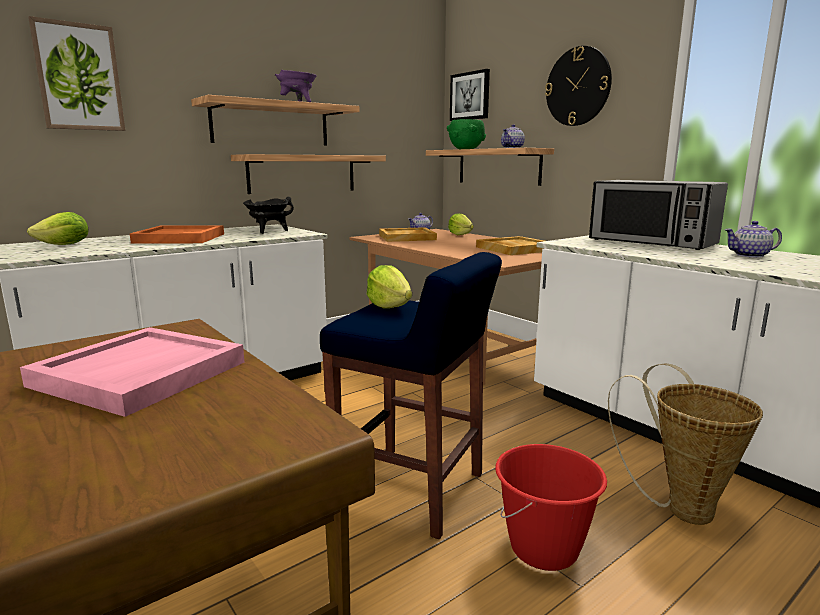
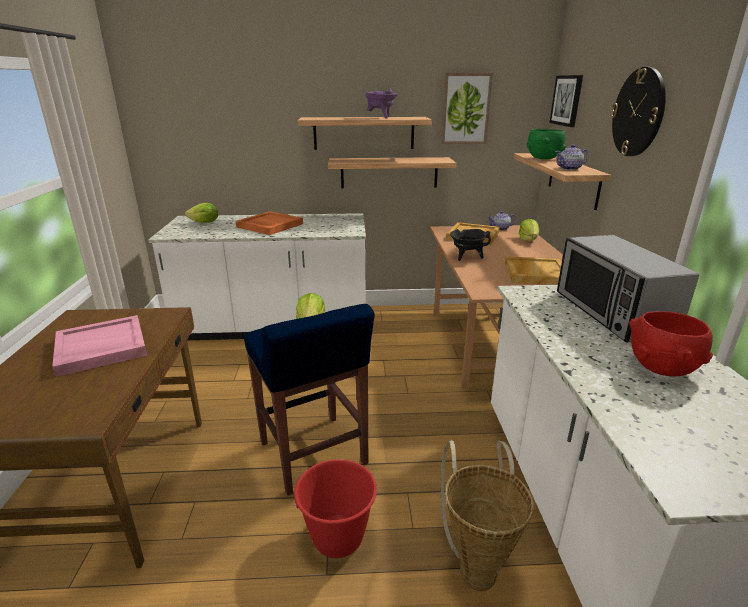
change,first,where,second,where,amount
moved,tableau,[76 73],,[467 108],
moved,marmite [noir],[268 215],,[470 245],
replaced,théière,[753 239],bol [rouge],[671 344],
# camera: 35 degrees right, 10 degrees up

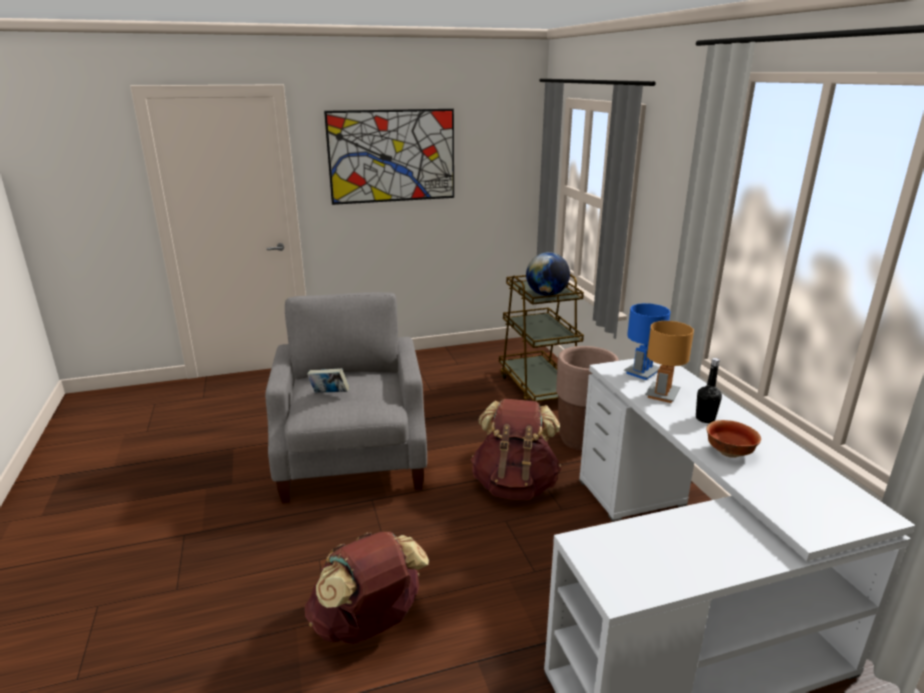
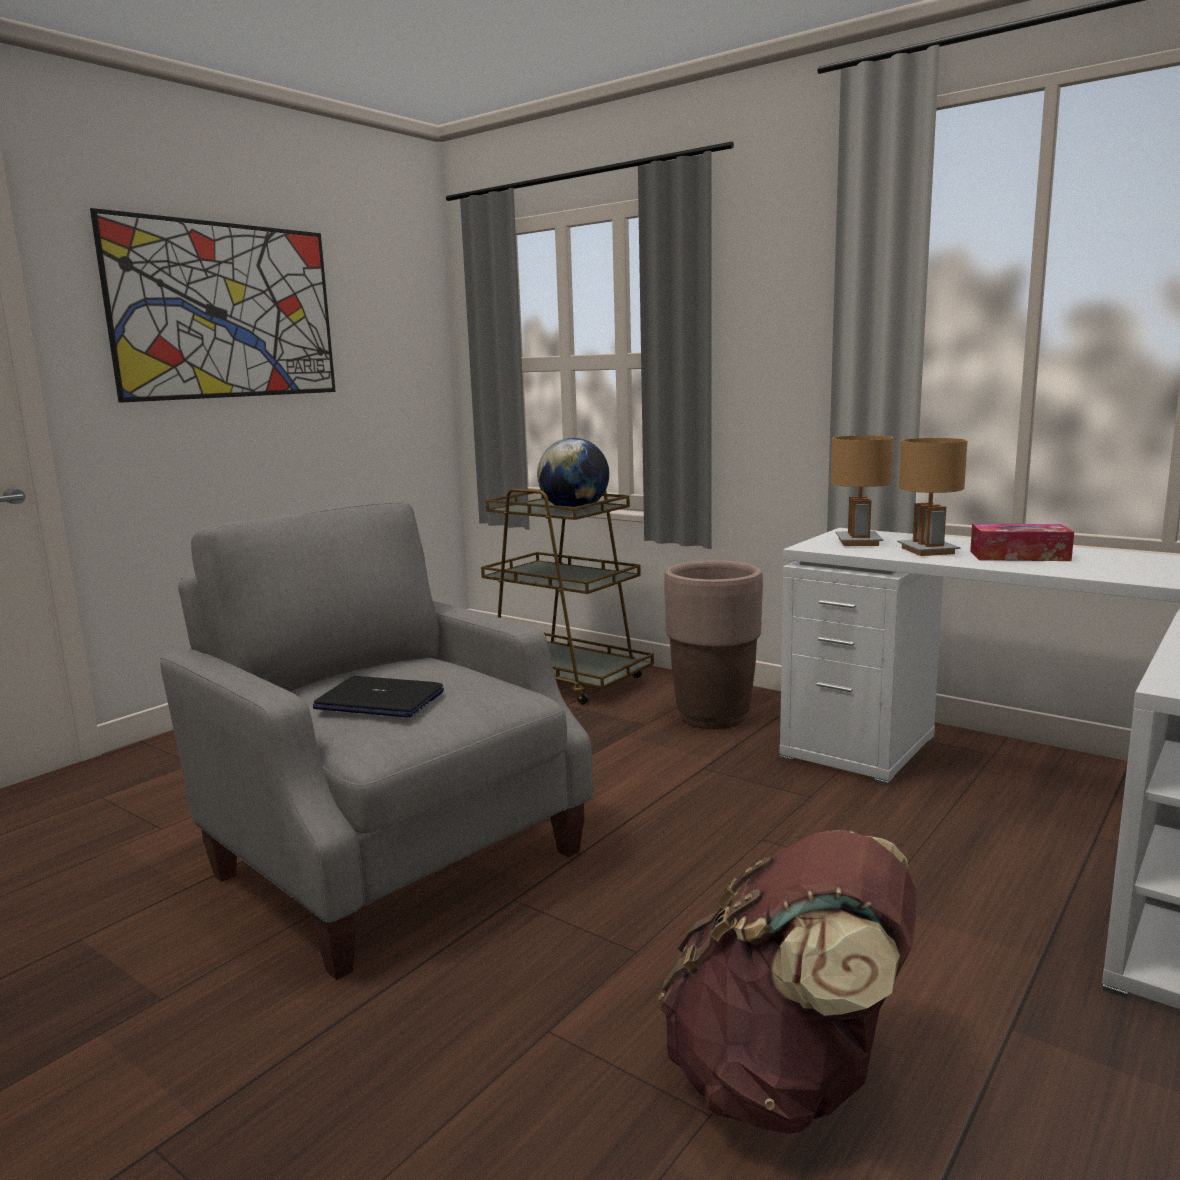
change,first,where,second,where,amount
replaced,livre,[328 380],ordinateur portable,[378 697],
removed,sac à dos [marron],[516 449],,,
recoloured,lampe de table [bleu],[647 341],lampe de table [marron],[862 490],
replaced,bouteille [noir],[709 390],boîte à mouchoirs,[1022 542],
removed,bol,[734 439],,,
# camera: 35 degrees left, 10 degrees down

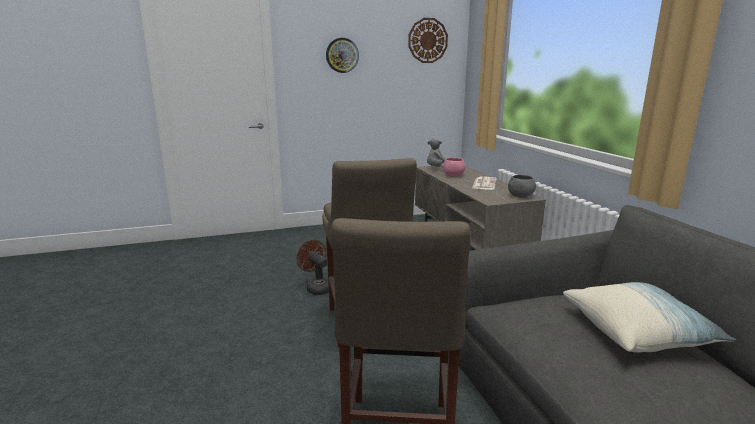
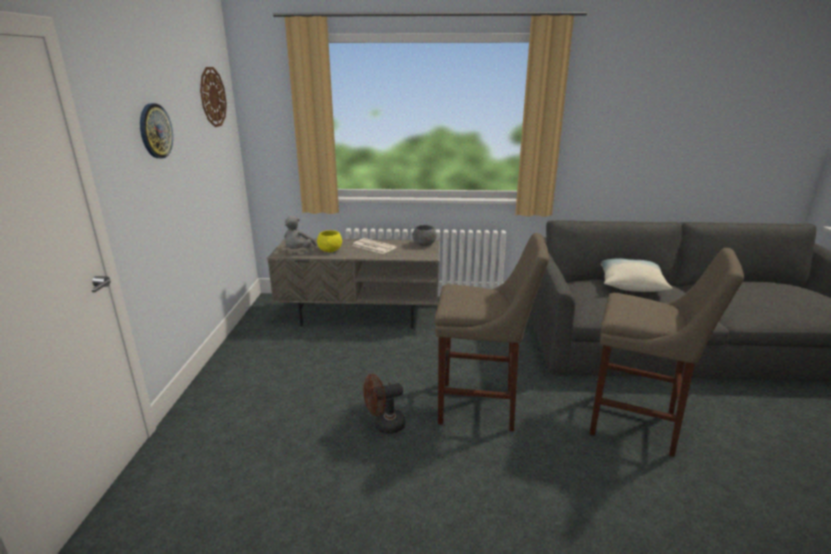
change,first,where,second,where,amount
recoloured,bol [rose],[454 167],bol [jaune],[329 241],
# camera: 70 degrees left, 5 degrees up

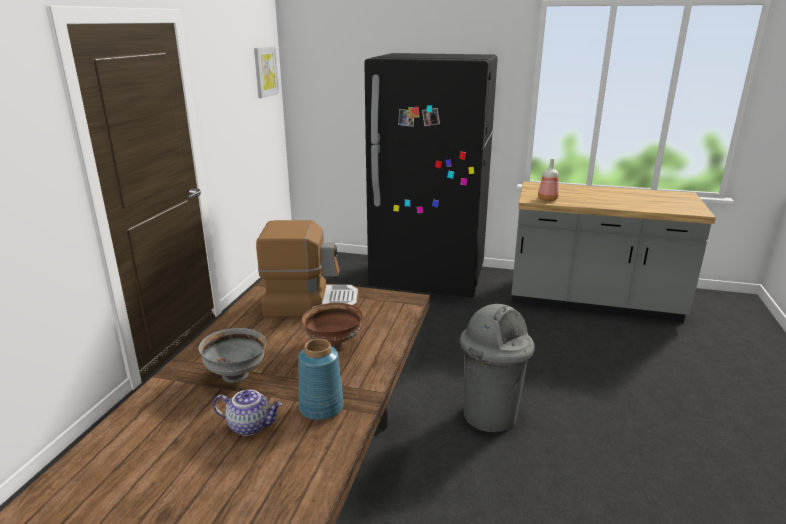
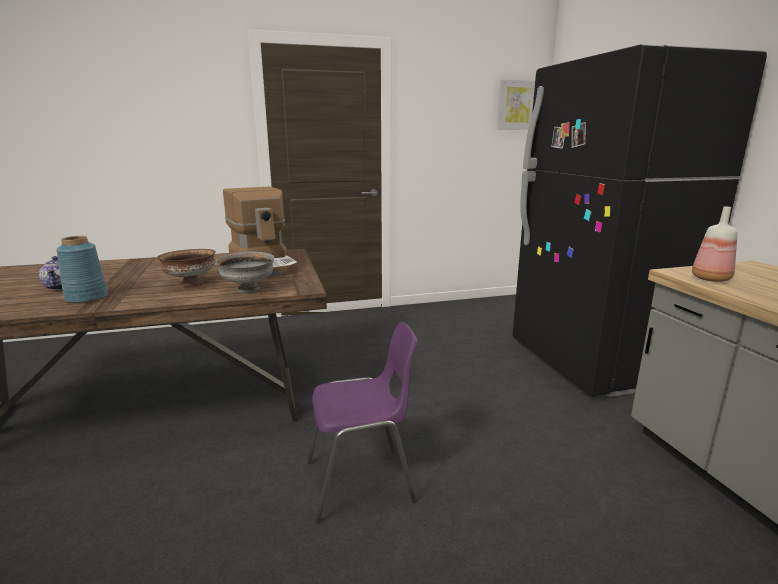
change,first,where,second,where,amount
moved,bol [gris],[232 355],,[245 272],
replaced,poubelle [gris],[497 368],chaise [violet],[362 423],
# camera: 60 degrees right, 5 degrees down

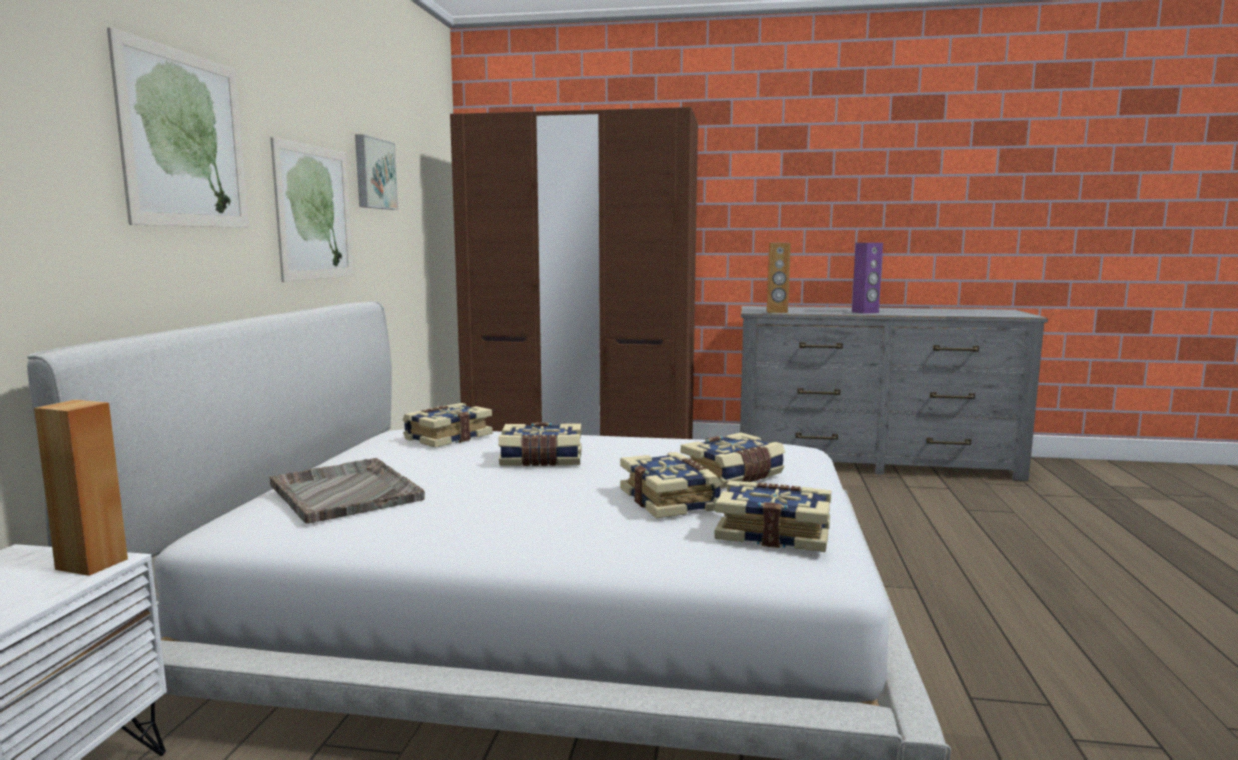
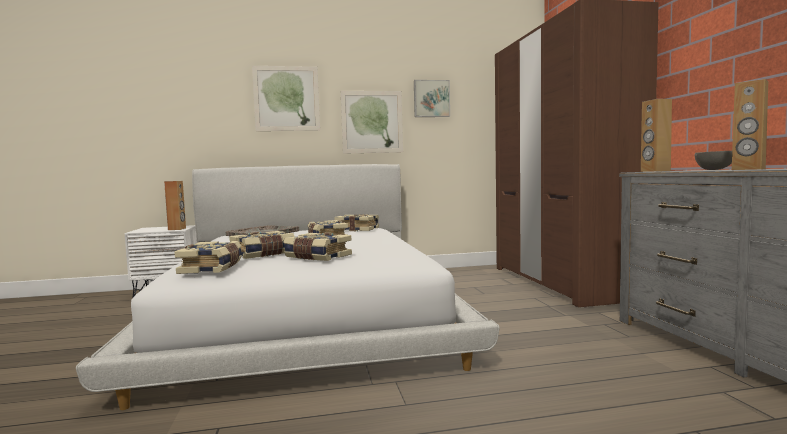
change,first,where,second,where,amount
recoloured,enceinte [violet],[867 278],enceinte [marron],[750 124],
added,,,bol [gris],[713 160],
# camera: 70 degrees right, 5 degrees down

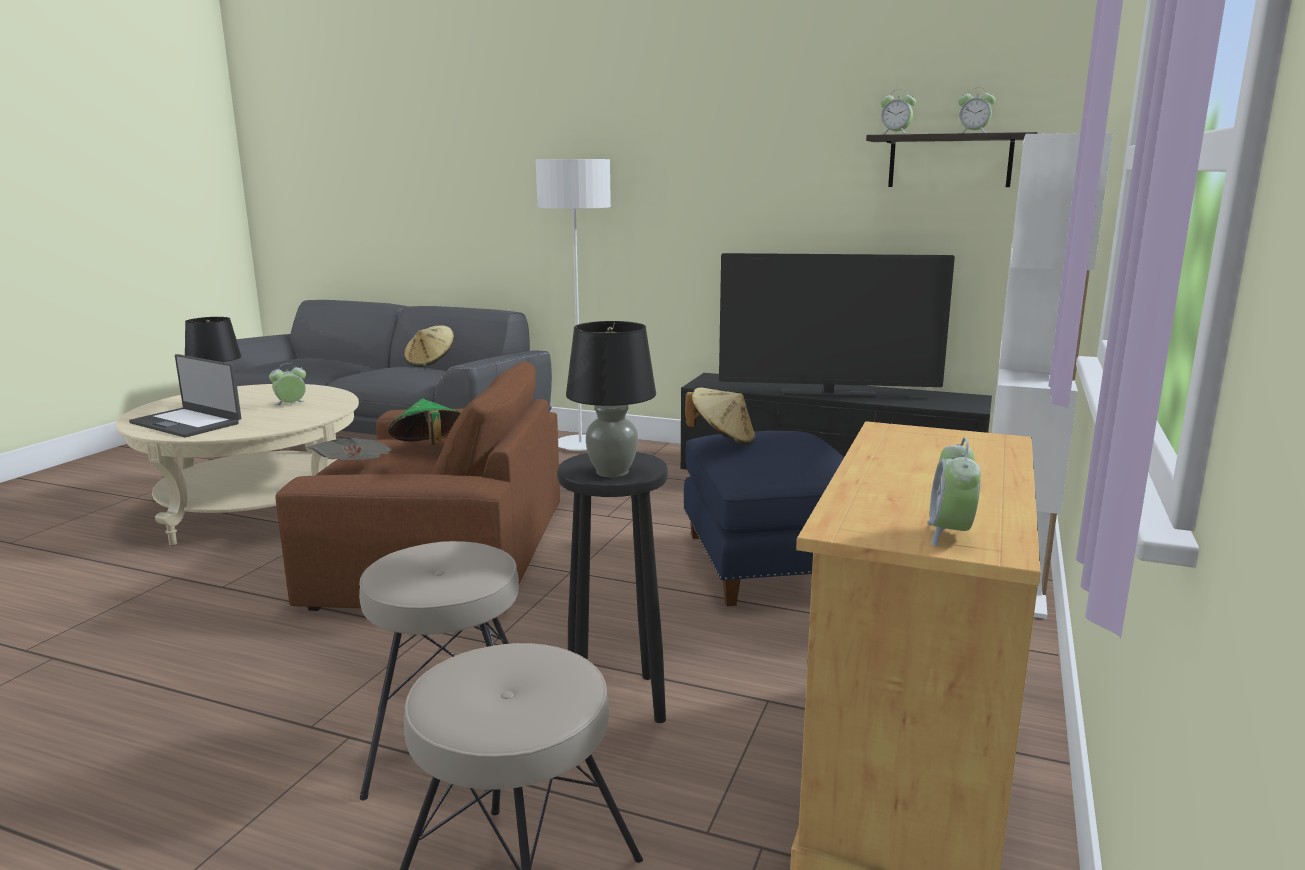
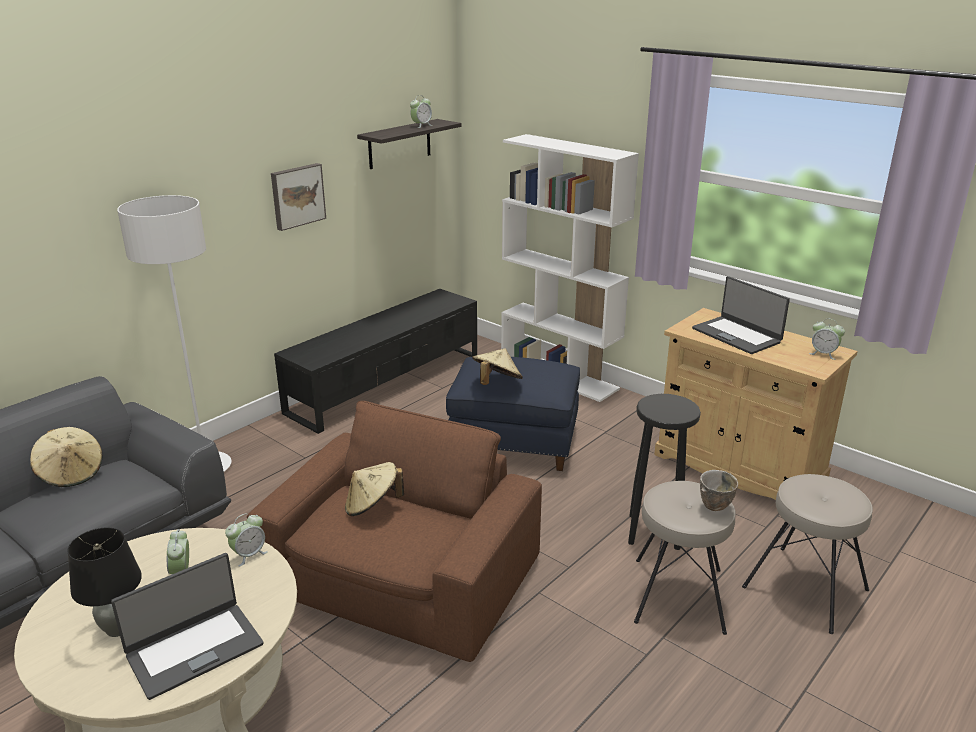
change,first,where,second,where,amount
removed,journal,[349 449],,,
recoloured,chapeau [vert],[424 422],chapeau [beige],[374 489],
removed,lampe de table [noir],[611 399],,,
removed,téléviseur,[837 325],,,
moved,réveil,[898 112],,[246 540],
added,,,tableau,[298 197],
added,,,ordinateur portable,[741 315],
added,,,bol,[719 490],
# camera: 70 degrees left, 10 degrees up

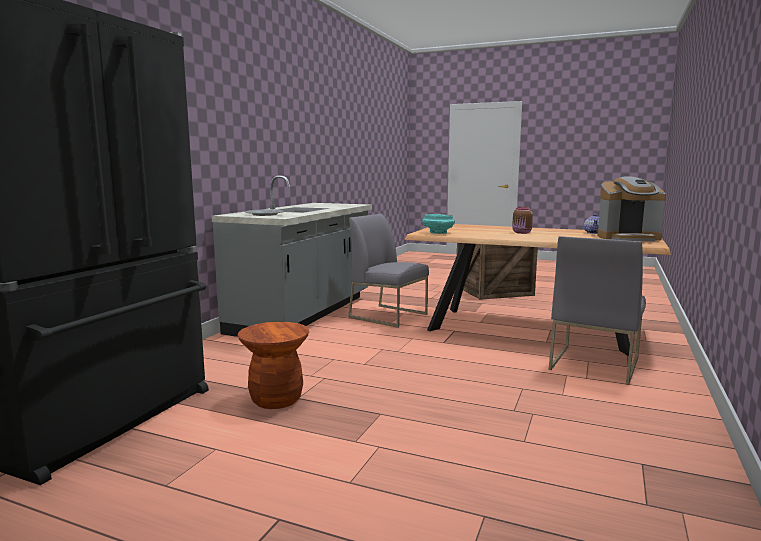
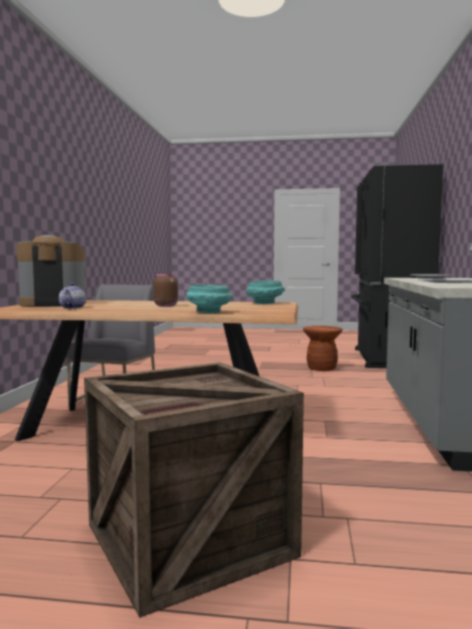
change,first,where,second,where,amount
removed,chaise [gris],[388 271],,,
added,,,bol [turquoise],[209 298],
# camera: 165 degrees right, 5 degrees down

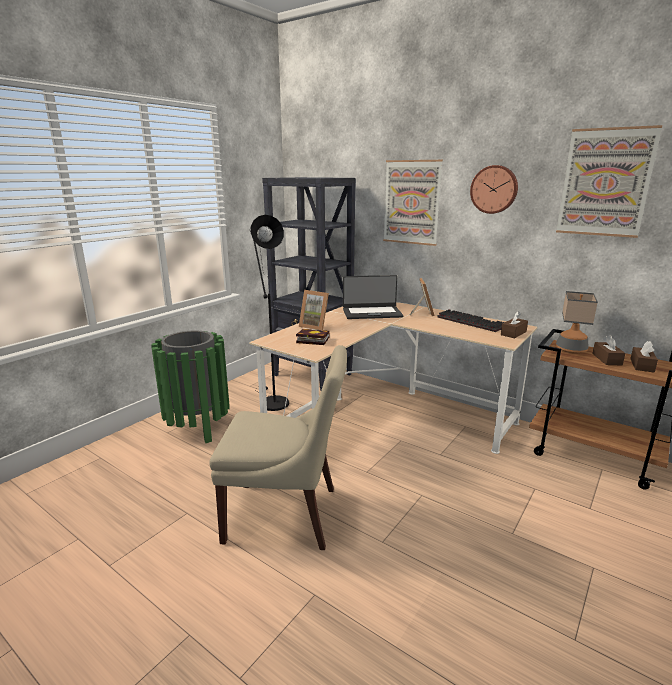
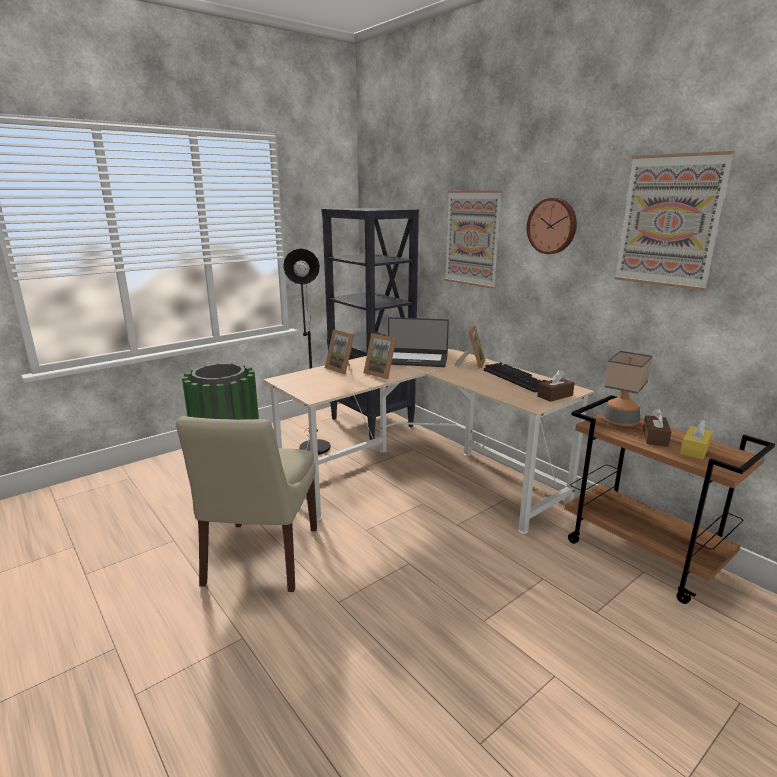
change,first,where,second,where,amount
turned,chaise [beige],[278 447],,[246 504],75 degrees clockwise
removed,livre,[312 337],,,
recoloured,boîte à mouchoirs [marron],[644 356],boîte à mouchoirs [jaune],[696 440],
added,,,cadre photo,[379 356],
# camera: 15 degrees right, 0 degrees up

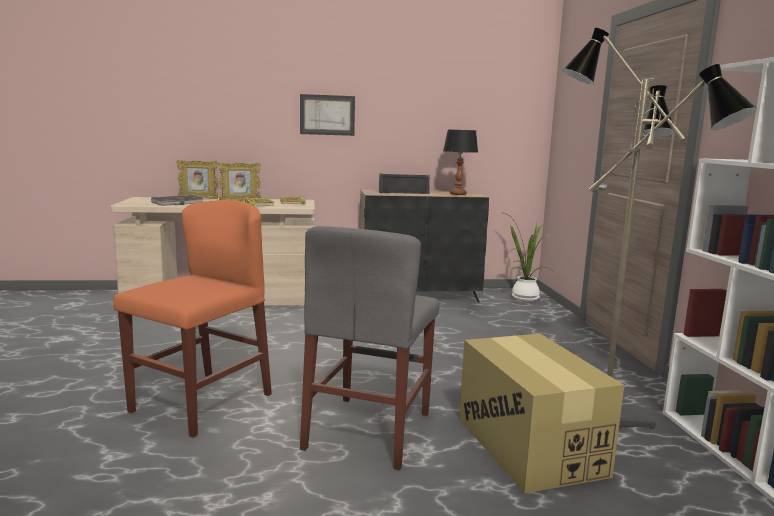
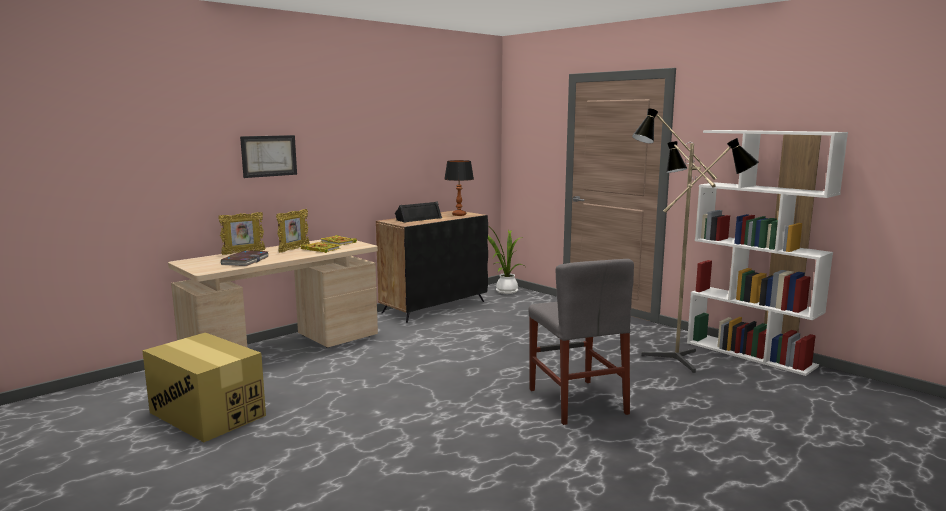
change,first,where,second,where,amount
removed,chaise [orange],[192 319],,,
moved,tableau,[327 115],,[268 156],
moved,carton,[541 413],,[204 387],
# camera: 35 degrees left, 0 degrees up

